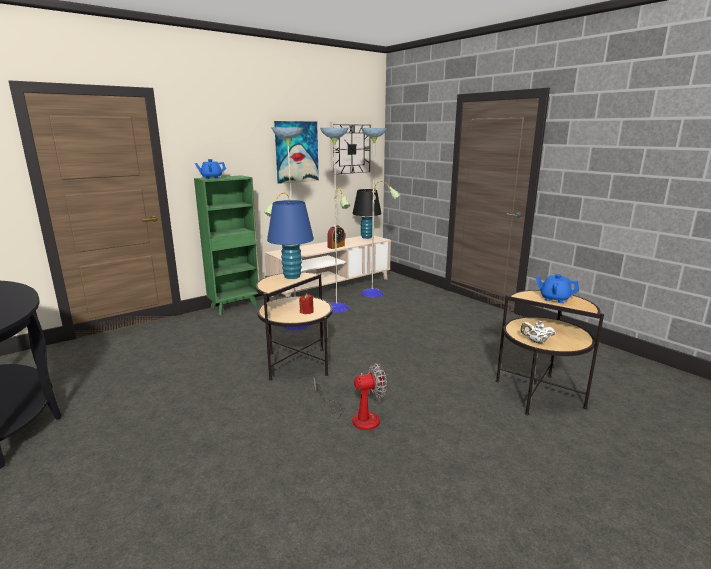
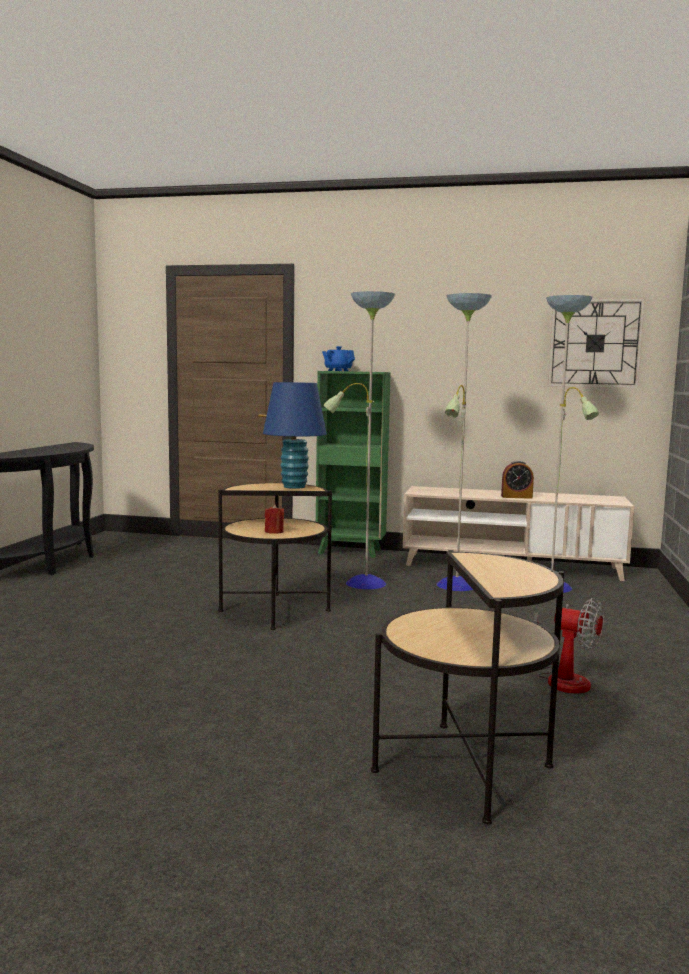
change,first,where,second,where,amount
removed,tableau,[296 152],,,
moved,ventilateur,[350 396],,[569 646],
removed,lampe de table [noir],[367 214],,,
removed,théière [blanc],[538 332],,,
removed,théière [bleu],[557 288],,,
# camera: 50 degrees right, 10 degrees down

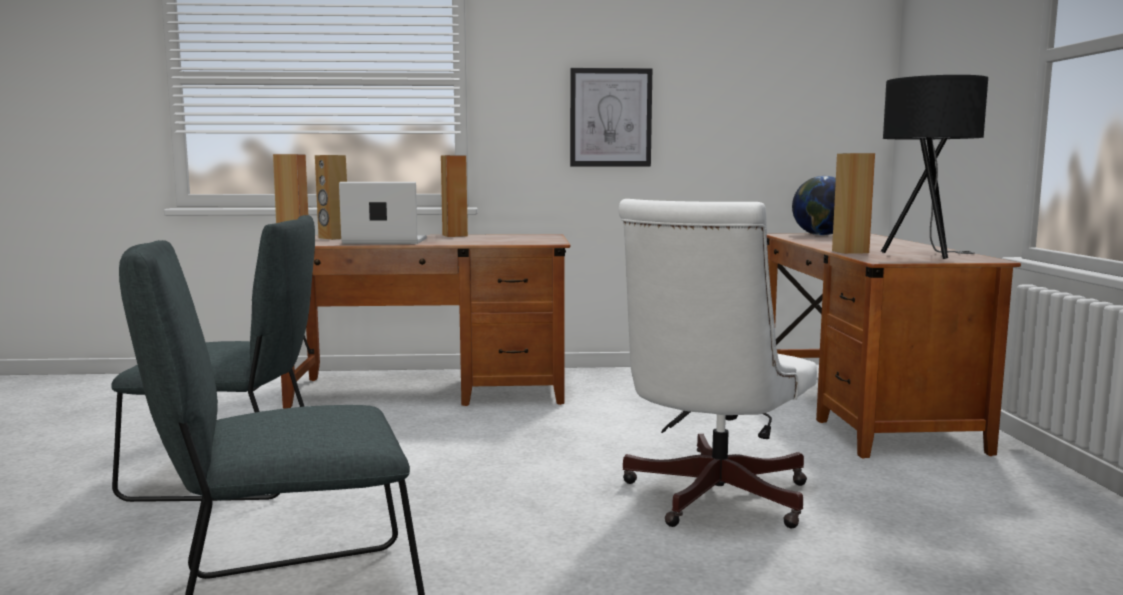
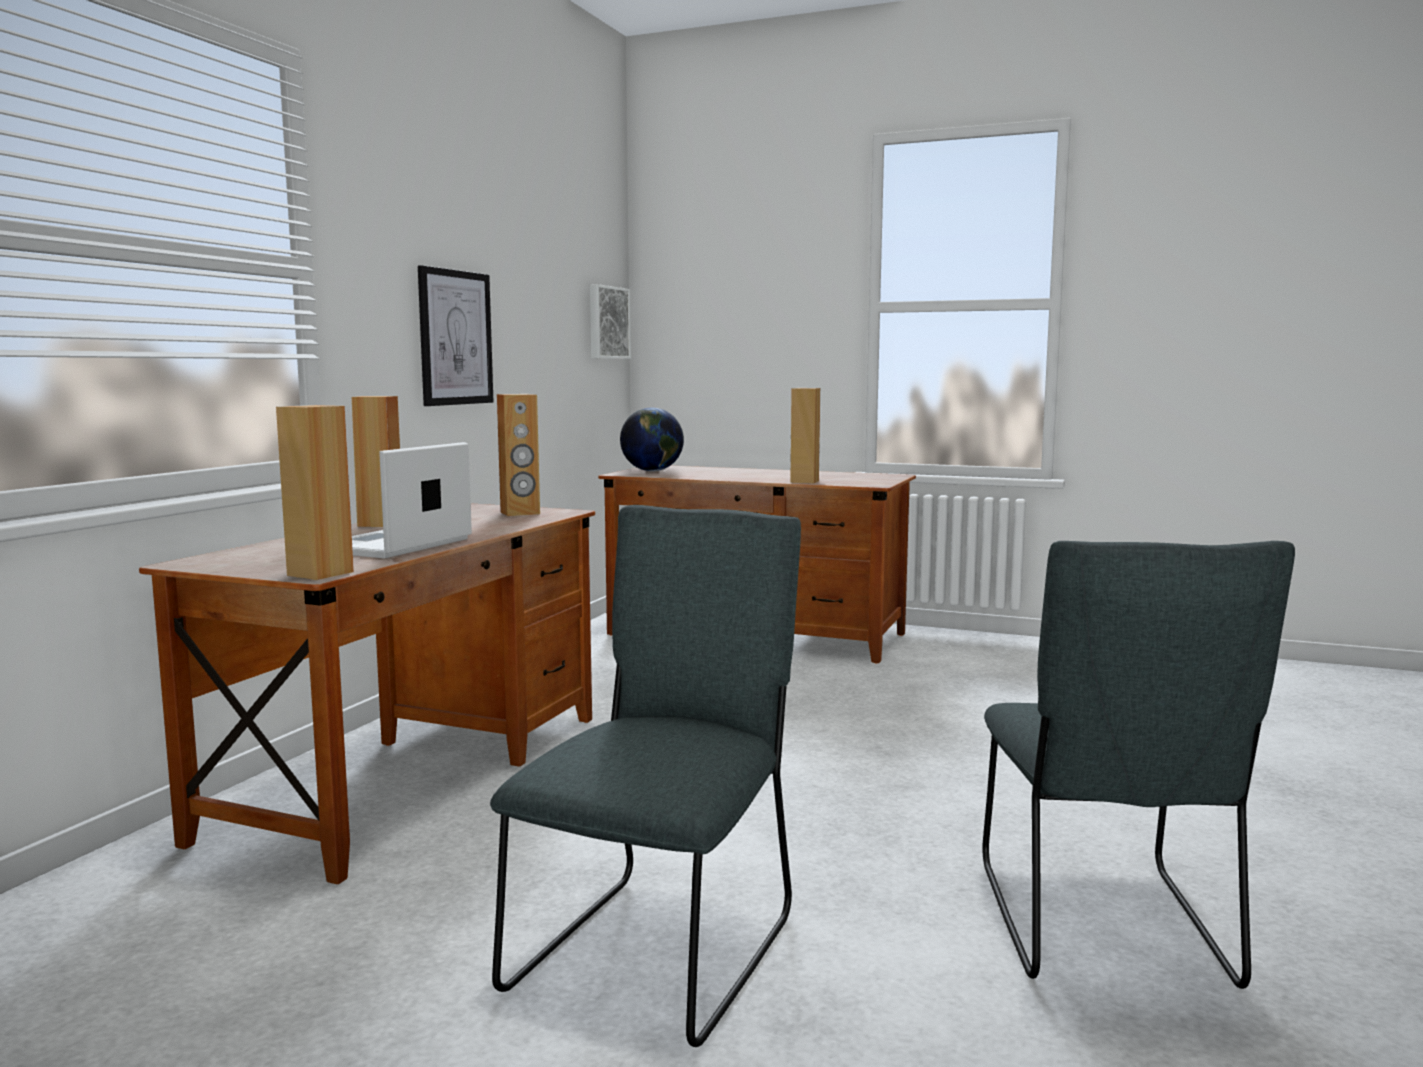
change,first,where,second,where,amount
moved,enceinte [marron],[331 197],,[518 455],
removed,chaise de bureau [blanc],[717 363],,,
removed,lampe de table [noir],[934 167],,,
added,,,tableau,[610 321],
# camera: 65 degrees left, 0 degrees up

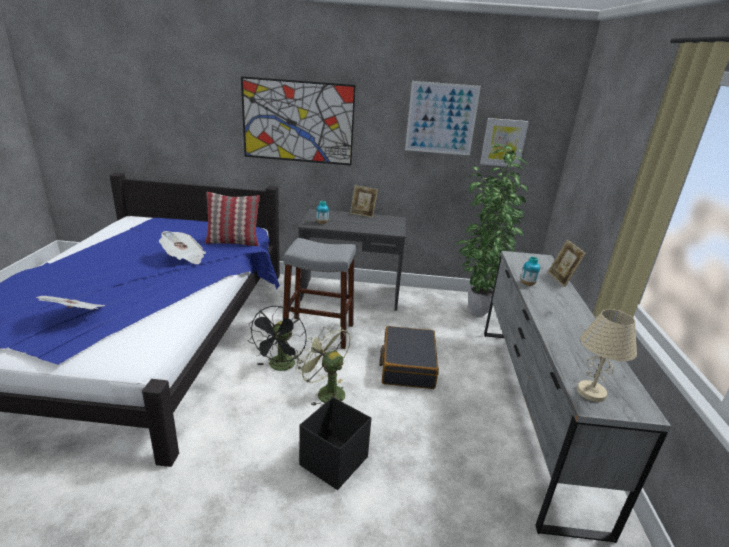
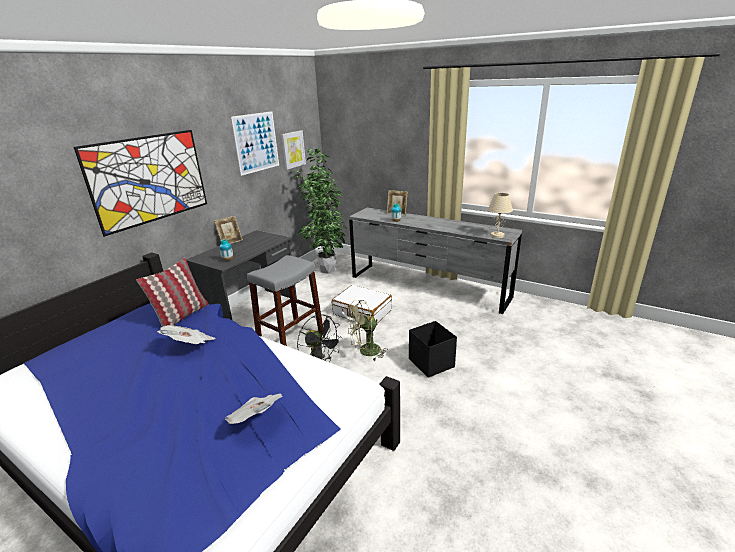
change,first,where,second,where,amount
recoloured,valise [noir],[409 357],valise [blanc],[362 304],
# camera: 60 degrees left, 0 degrees up

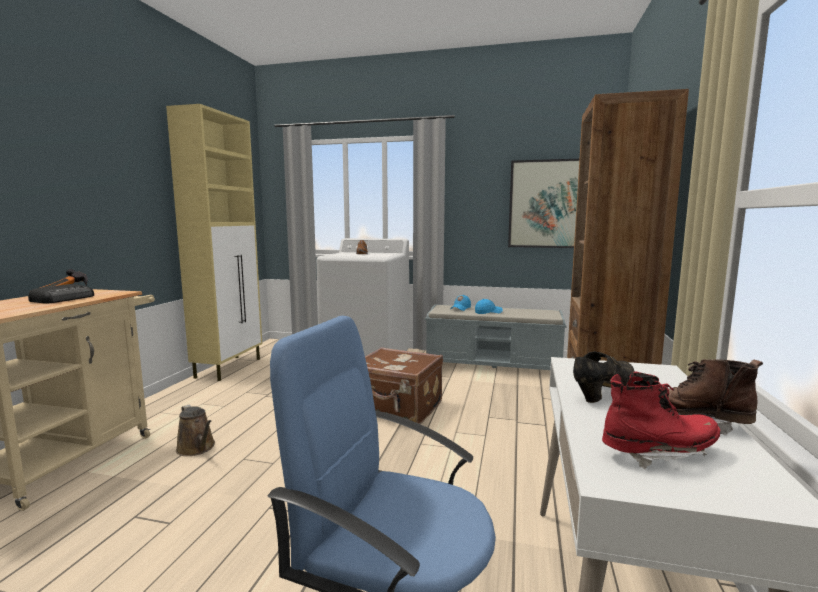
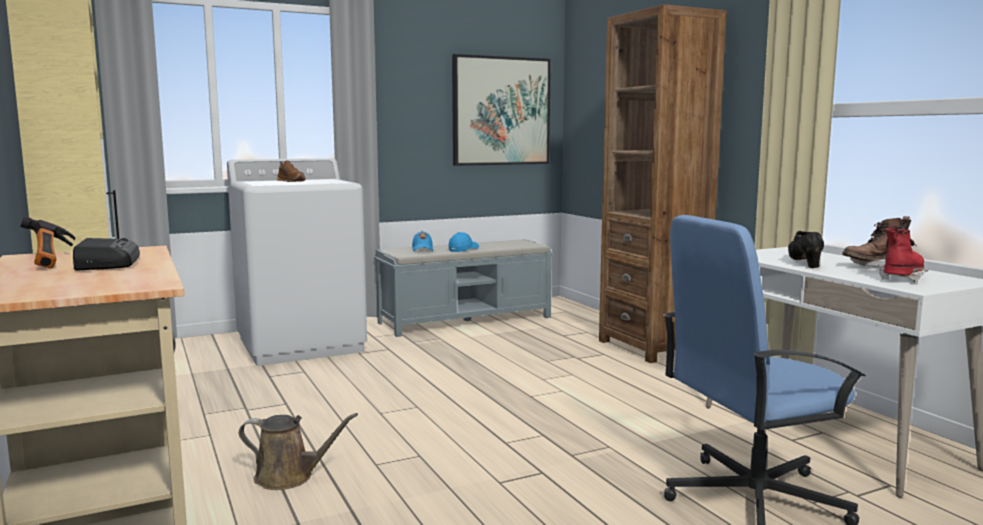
change,first,where,second,where,amount
removed,valise [marron],[404 385],,,
# camera: 40 degrees left, 0 degrees up

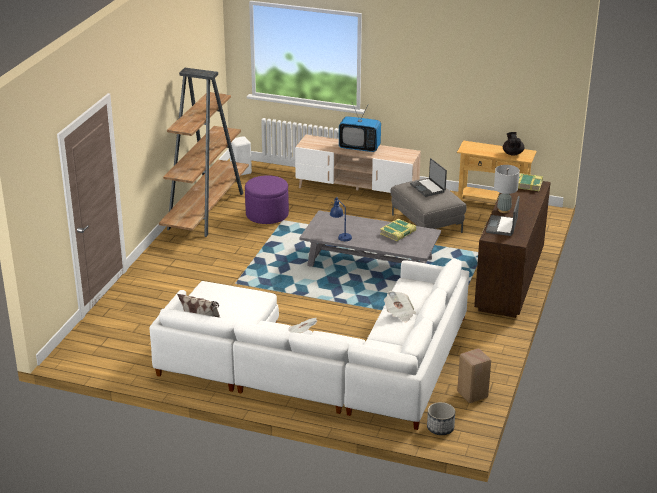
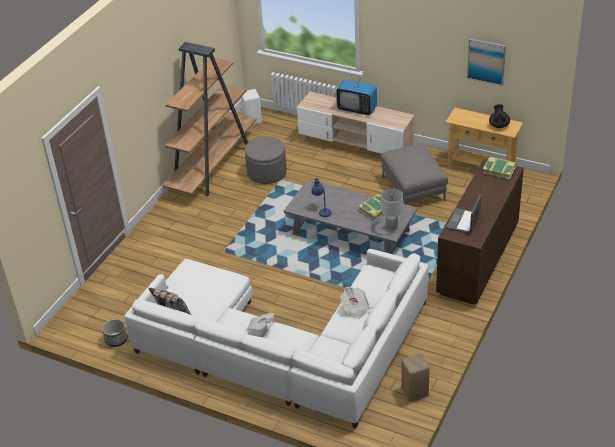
change,first,where,second,where,amount
recoloured,pouf [violet],[267 199],pouf [gris],[266 160],
removed,ordinateur portable,[428 177],,,
moved,cache-pot,[441 418],,[115 333],
moved,lampe de table [gris],[507 189],,[392 209],
added,,,tableau,[486 62],
# camera: 10 degrees right, 10 degrees up

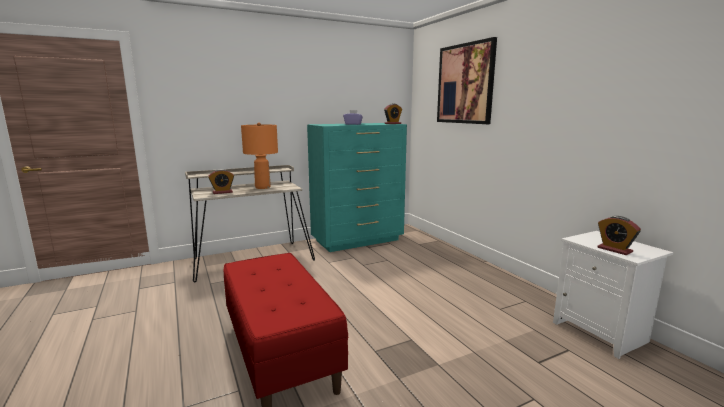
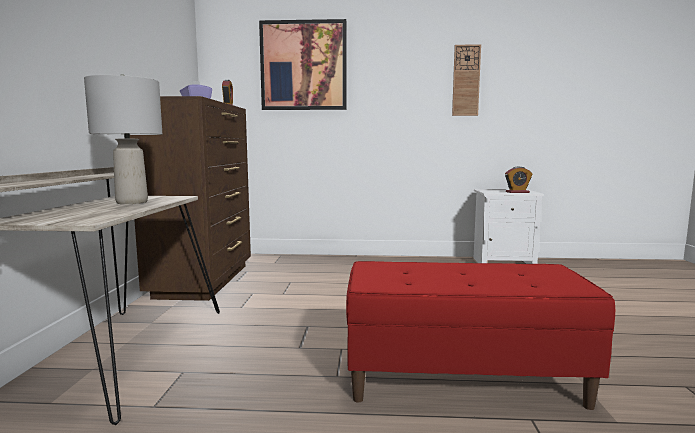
change,first,where,second,where,amount
removed,réveil,[221 181],,,
recoloured,lampe de table [orange],[259 155],lampe de table [gris],[123 139],
recoloured,commode [turquoise],[357 187],commode [marron],[190 198],
added,,,horloge murale,[466 80],
# camera: 60 degrees left, 5 degrees down

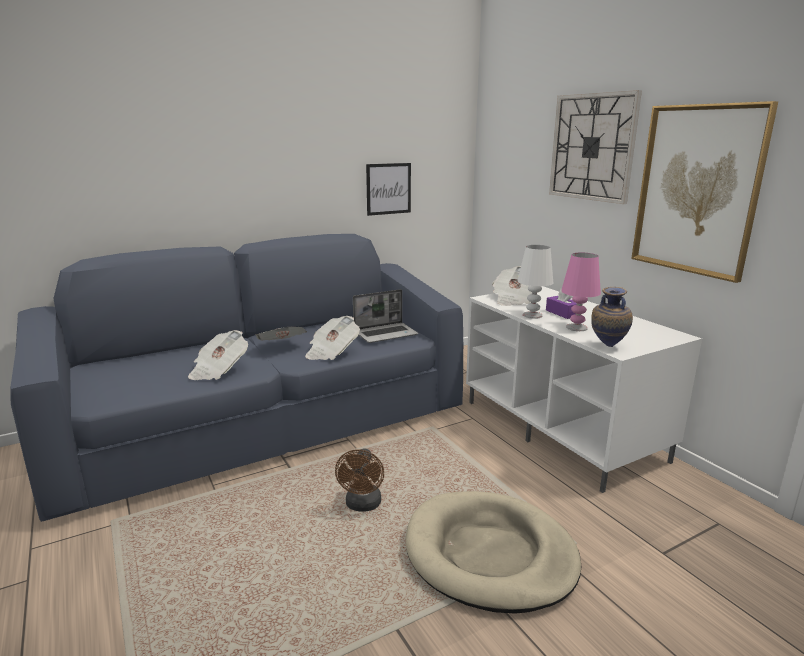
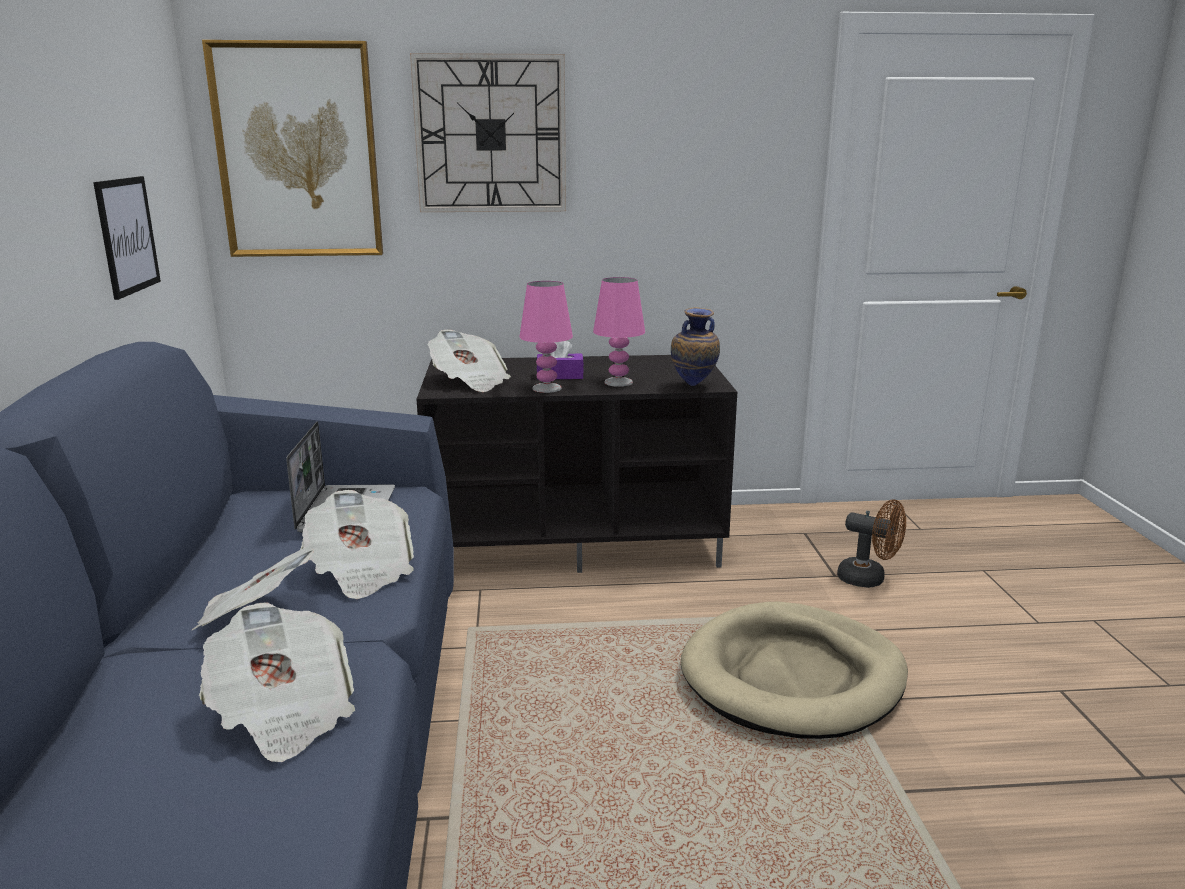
change,first,where,second,where,amount
moved,ventilateur [marron],[359 480],,[871 543],
recoloured,meuble télé [blanc],[584 389],meuble télé [noir],[577 464],
recoloured,lampe de table [blanc],[535 282],lampe de table [rose],[546 337],
moved,tableau,[704 192],,[292 148],
# camera: 65 degrees left, 0 degrees up

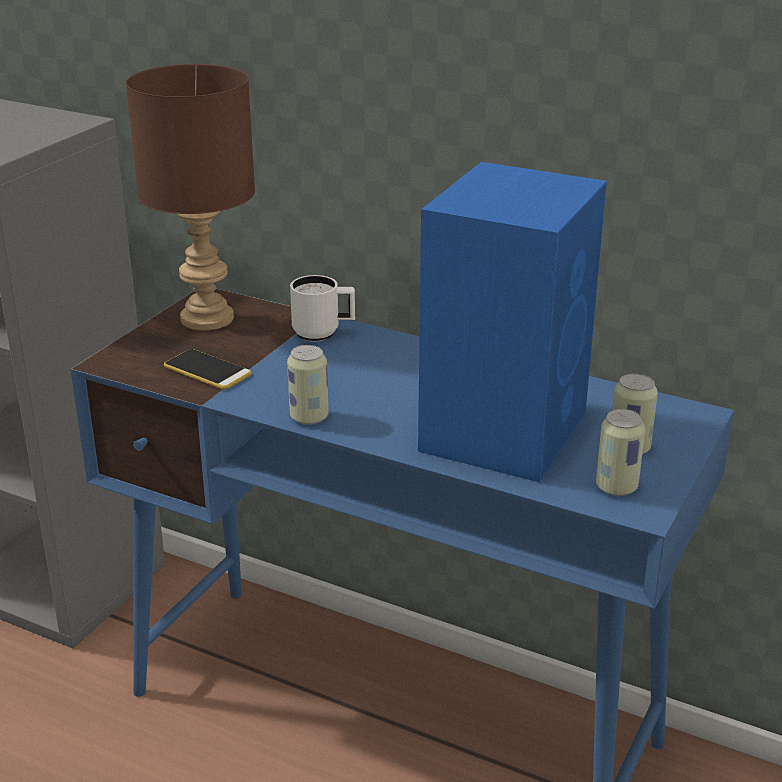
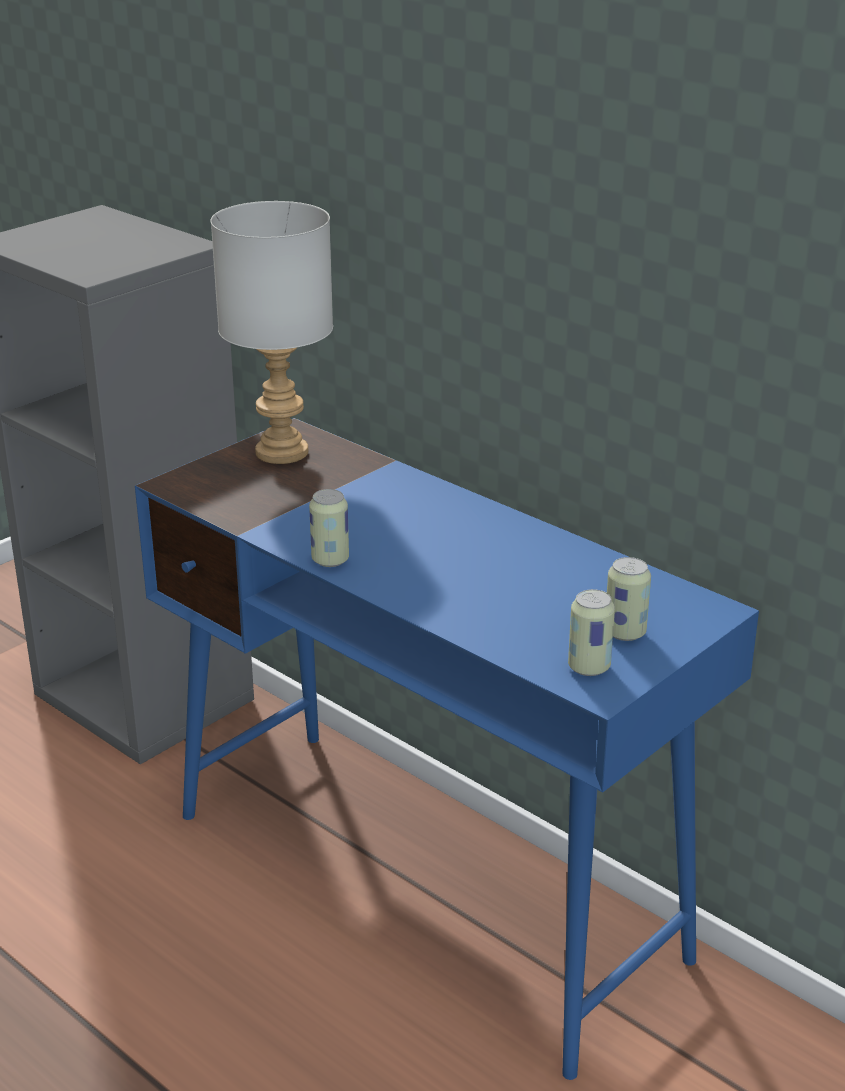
change,first,where,second,where,amount
recoloured,lampe de table [marron],[190 197],lampe de table [gris],[272 332],
removed,téléphone,[208 369],,,
removed,mug [blanc],[322 308],,,
removed,enceinte [bleu],[512 322],,,
# camera: 15 degrees right, 0 degrees up

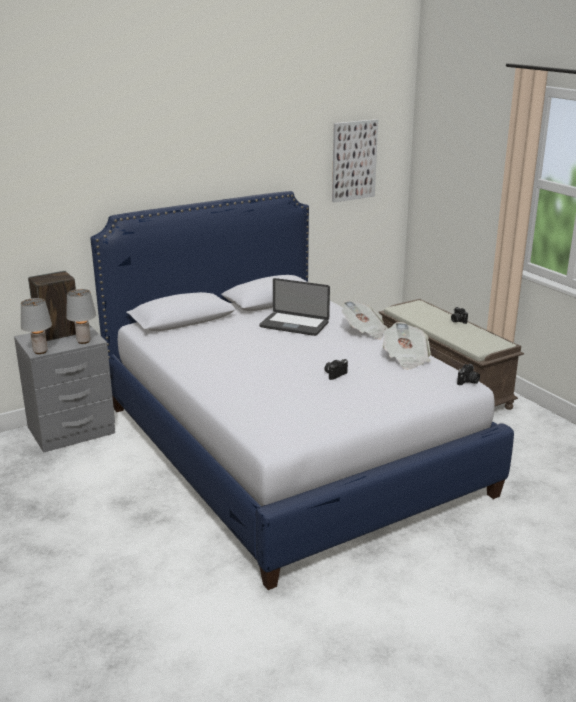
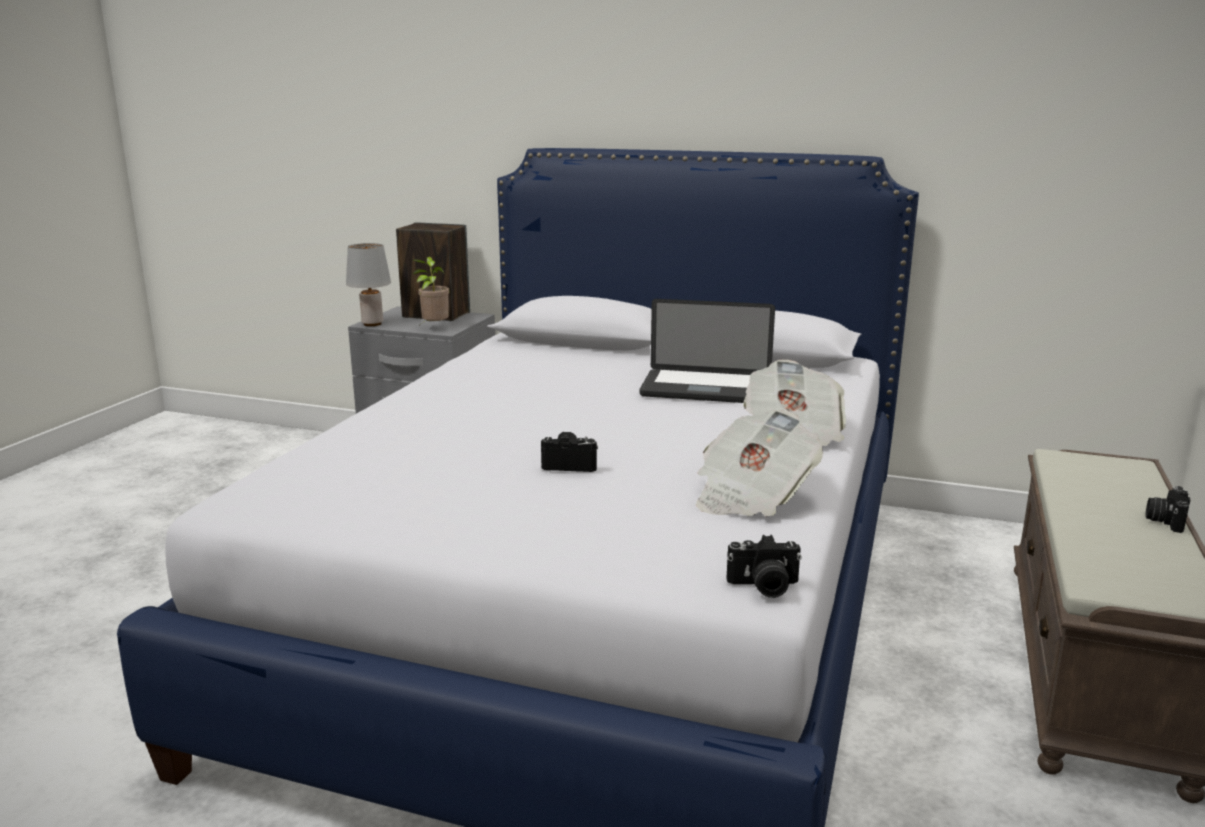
change,first,where,second,where,amount
replaced,lampe de table [gris],[81 316],plante en pot,[430 292],
turned,ordinateur portable,[294 307],,[707 351],60 degrees counterclockwise
removed,tableau,[355 161],,,
# camera: 50 degrees right, 5 degrees down

